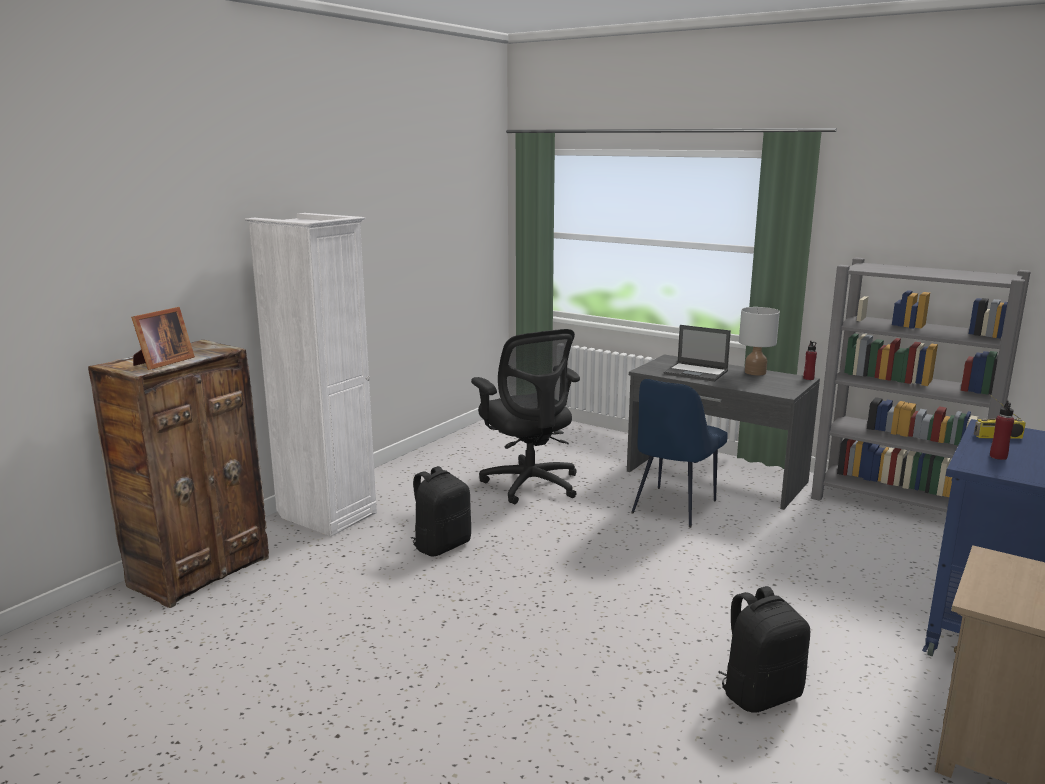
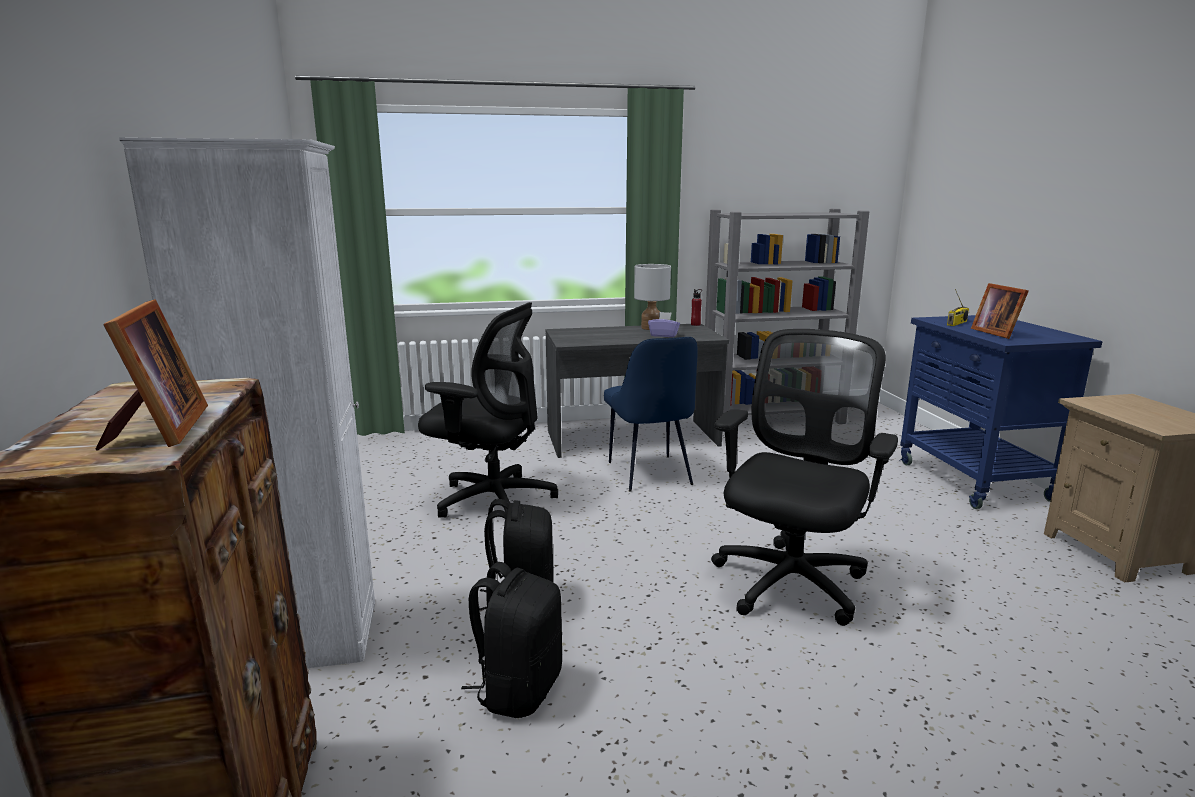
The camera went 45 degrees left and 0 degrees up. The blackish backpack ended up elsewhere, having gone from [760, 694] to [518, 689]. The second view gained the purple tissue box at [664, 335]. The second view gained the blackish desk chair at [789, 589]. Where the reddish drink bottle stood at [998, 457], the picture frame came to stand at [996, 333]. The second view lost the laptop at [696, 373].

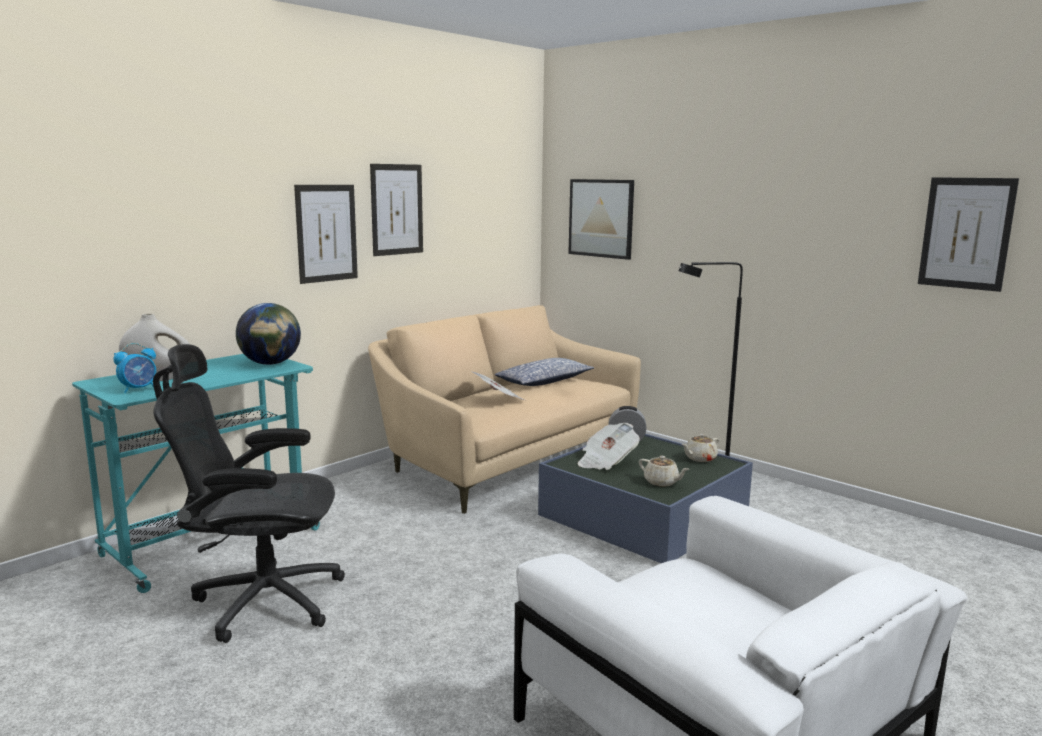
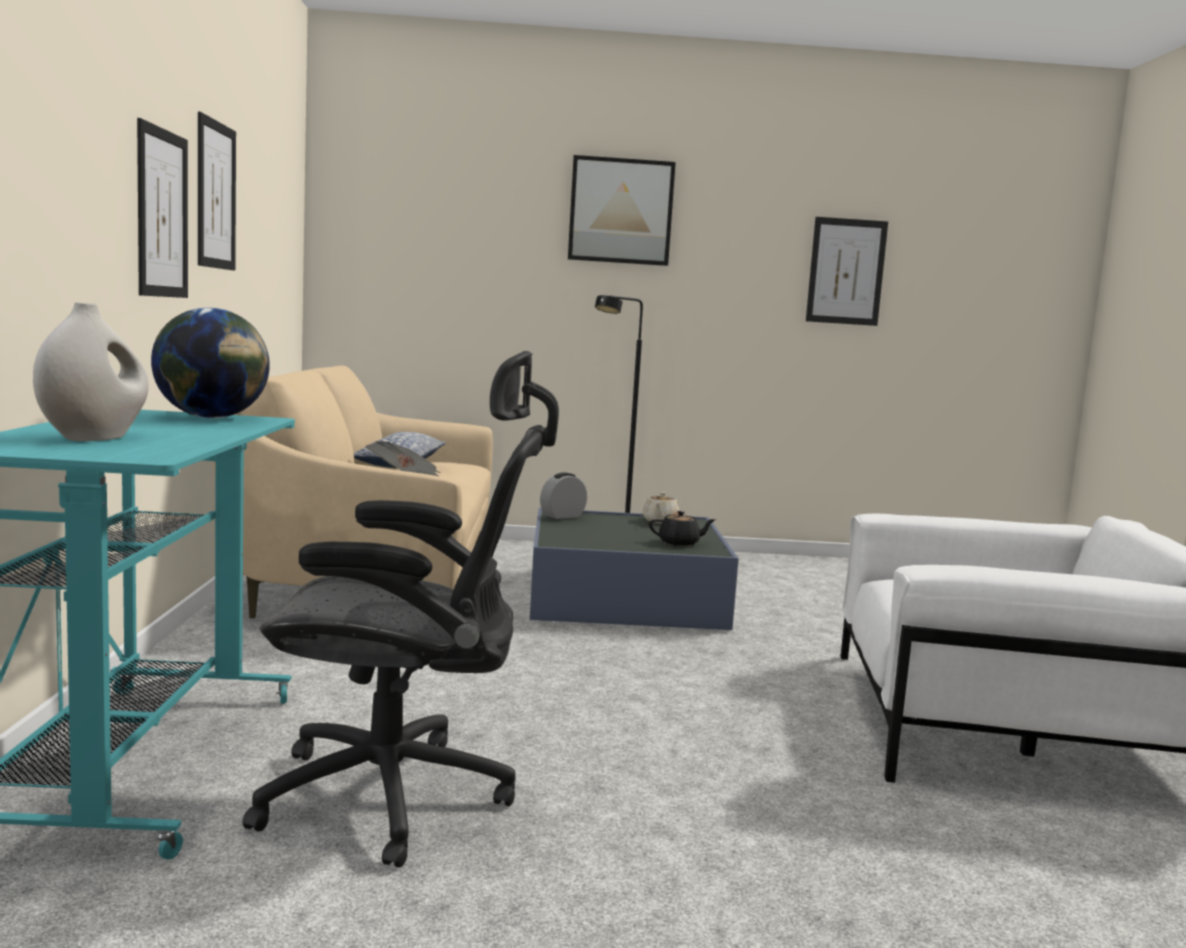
The camera went 45 degrees left and 5 degrees down. The desk chair at [261, 601] ended up facing another way, 135 degrees counterclockwise from before. The wall art ended up elsewhere, having gone from [601, 218] to [621, 211]. What was the beige-coloured tea pot at [662, 482] turned into the blackish tea pot at [680, 543]. The second view lost the table clock at [139, 389]. The second view lost the printed paper at [606, 462].

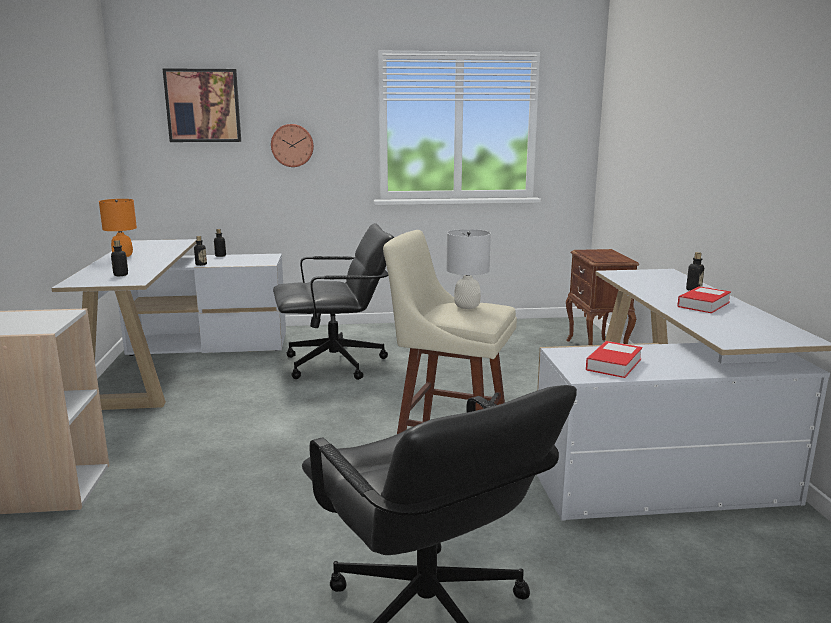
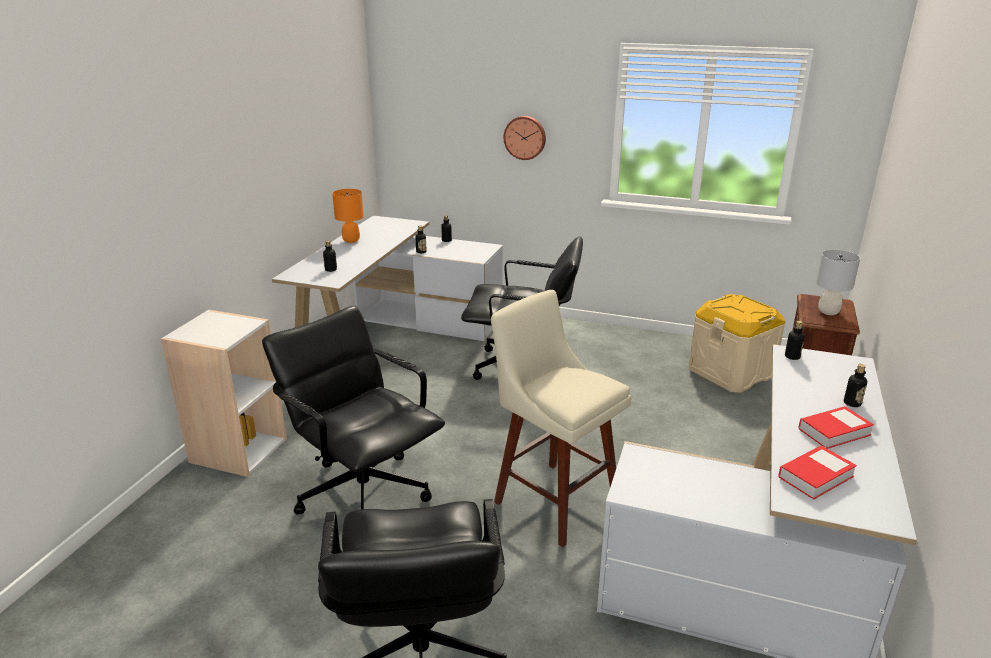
The camera went 25 degrees right and 10 degrees up. The second view gained the blackish desk chair at [364, 492]. The second view gained the beige-coloured storage box at [730, 372]. The bound book ended up elsewhere, having gone from [613, 364] to [815, 477]. The second view gained the drink bottle at [792, 356]. The gray table lamp ended up elsewhere, having gone from [467, 306] to [828, 312]. The second view lost the wall art at [203, 105].

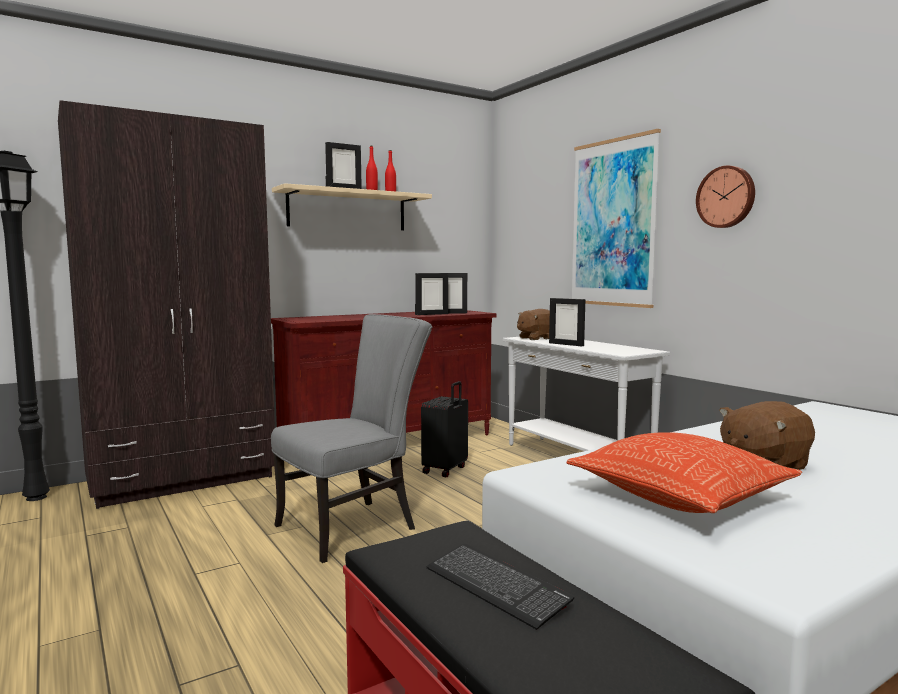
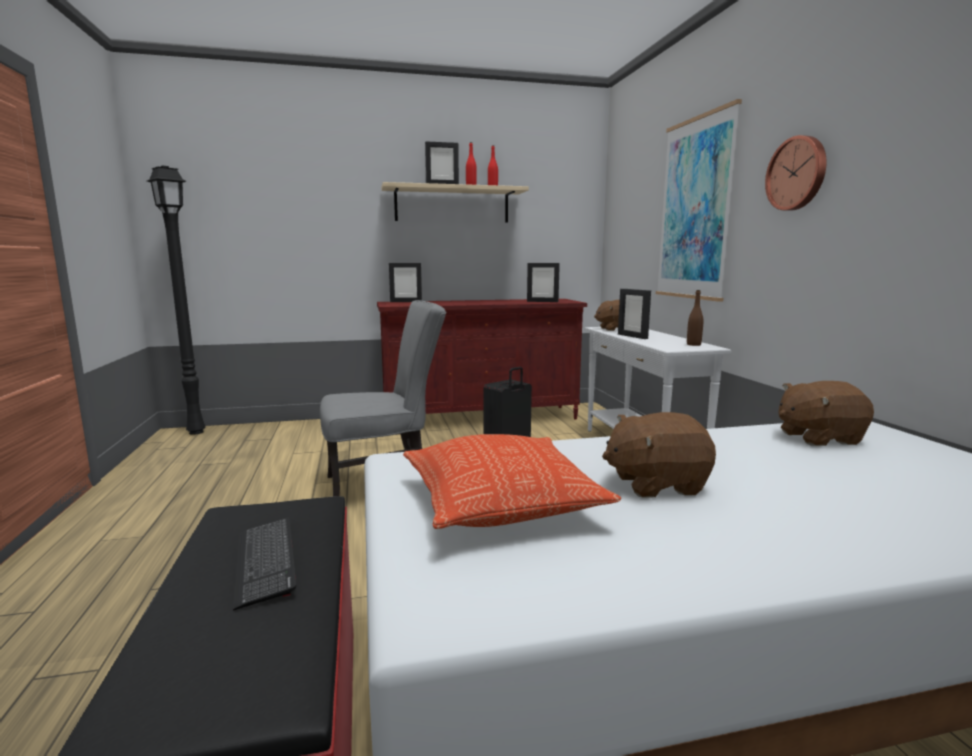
The camera went 20 degrees right and 5 degrees up. The picture frame ended up elsewhere, having gone from [431, 314] to [406, 301]. The second view gained the brown-coloured drink bottle at [693, 344]. The second view gained the brown-coloured plush toy at [818, 438]. The second view lost the brown-coloured clothes cupboard at [183, 480].

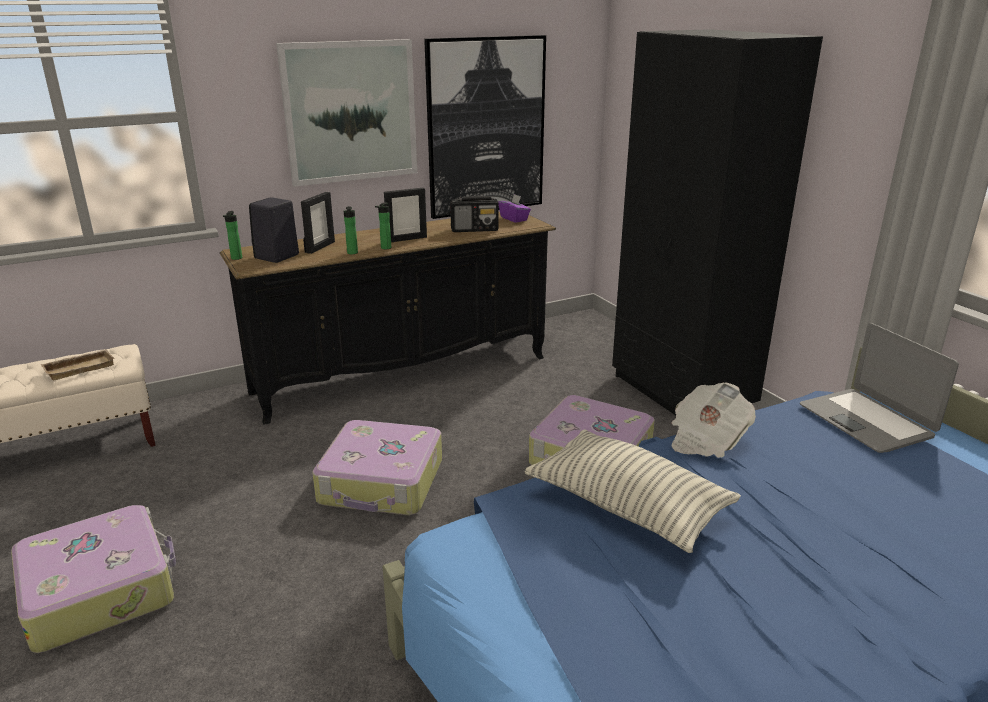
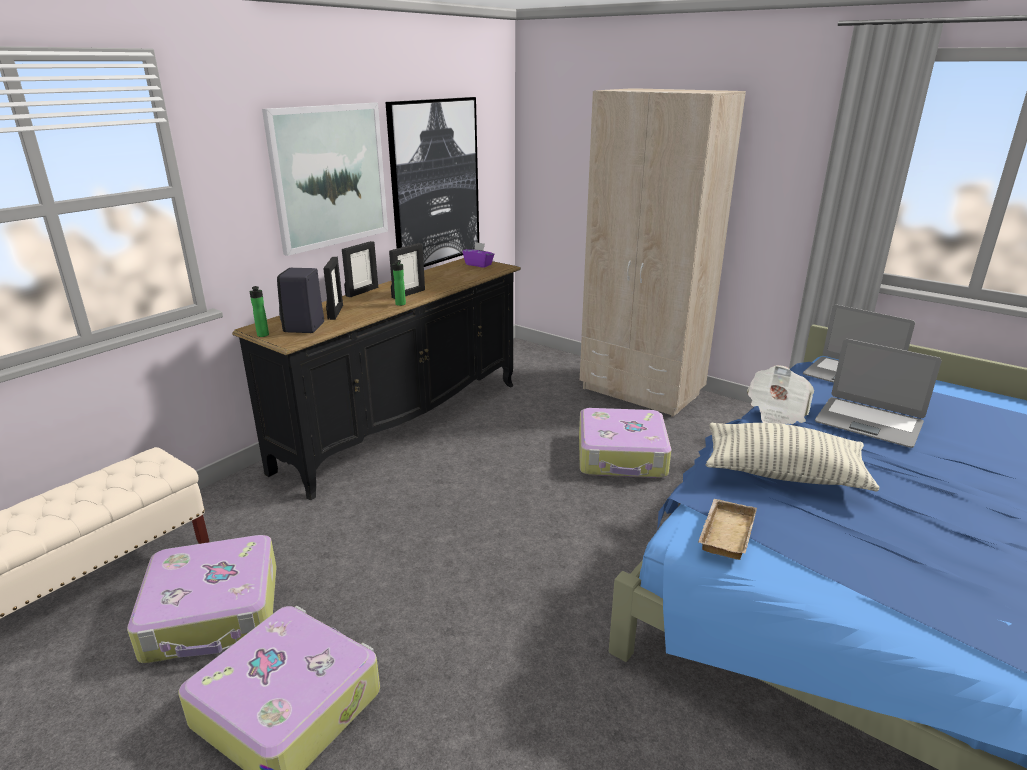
The camera went 25 degrees left and 0 degrees up. The piece of luggage ended up elsewhere, having gone from [382, 483] to [214, 613]. The second view gained the picture frame at [362, 291]. What was the blackish clothes cupboard at [682, 393] turned into the beige-coloured clothes cupboard at [642, 391]. The beige-coloured carrying tray ended up elsewhere, having gone from [80, 368] to [724, 532]. The second view gained the laptop at [868, 422]. The second view lost the drink bottle at [352, 253]. The second view lost the radio at [475, 229].

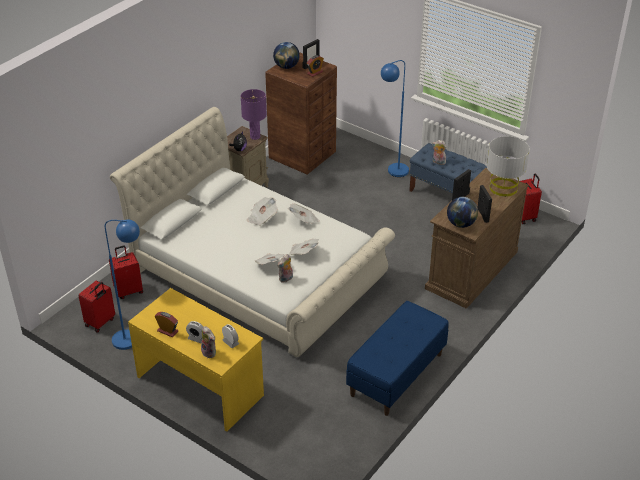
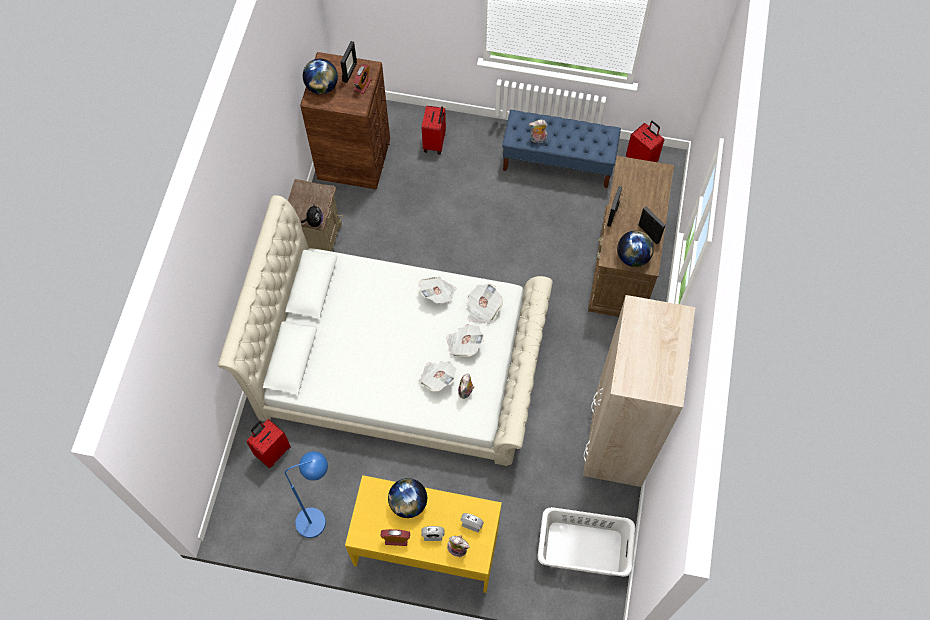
The camera went 25 degrees left and 25 degrees up. The second view gained the world globe at [408, 503]. The reddish piece of luggage ended up elsewhere, having gone from [100, 322] to [435, 143]. The printed paper ended up elsewhere, having gone from [262, 218] to [482, 309]. The second view gained the white hamper at [583, 548]. Where the blue indoor bench stood at [396, 375], the beige-coloured clothes cupboard came to stand at [616, 442]. The second view lost the purple table lamp at [255, 137]. The second view lost the blue floor lamp at [393, 173]. The second view lost the gray table lamp at [503, 188].

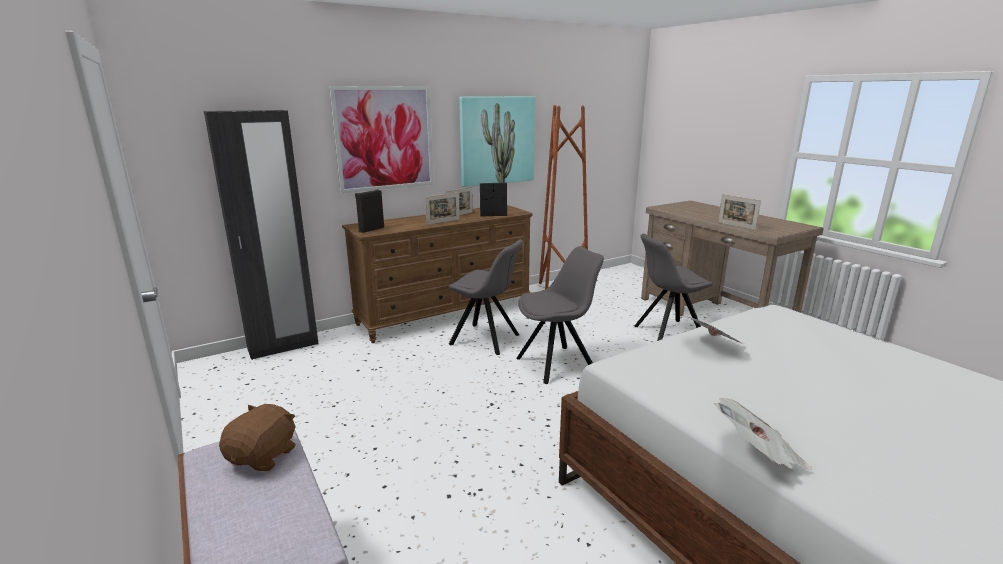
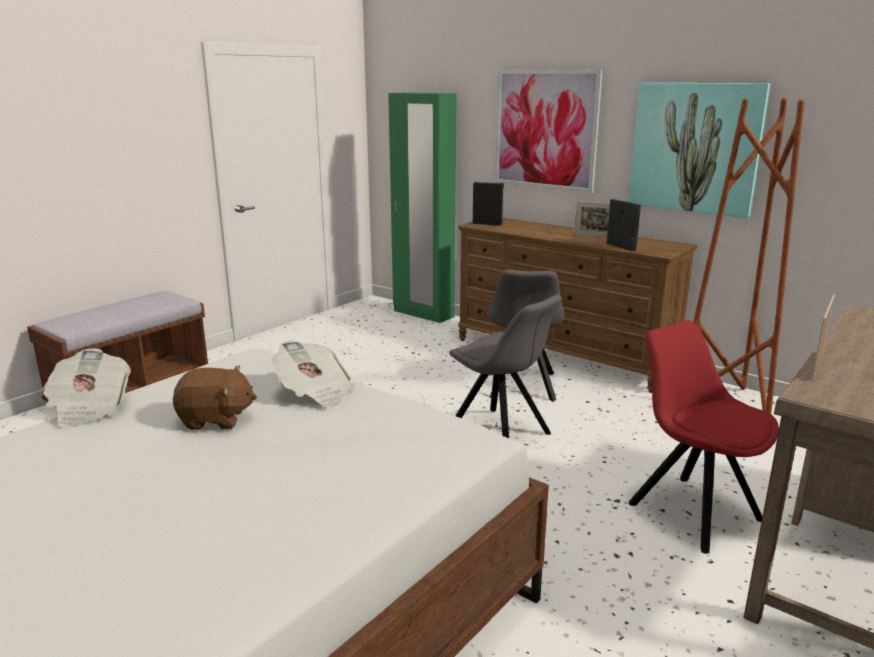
The camera went 70 degrees right and 0 degrees up. The brown-coloured plush toy ended up elsewhere, having gone from [264, 456] to [216, 419]. What was the blackish clothes cupboard at [283, 347] turned into the green clothes cupboard at [423, 314]. What was the gray plain chair at [668, 333] turned into the reddish plain chair at [693, 512]. The second view lost the picture frame at [443, 222].

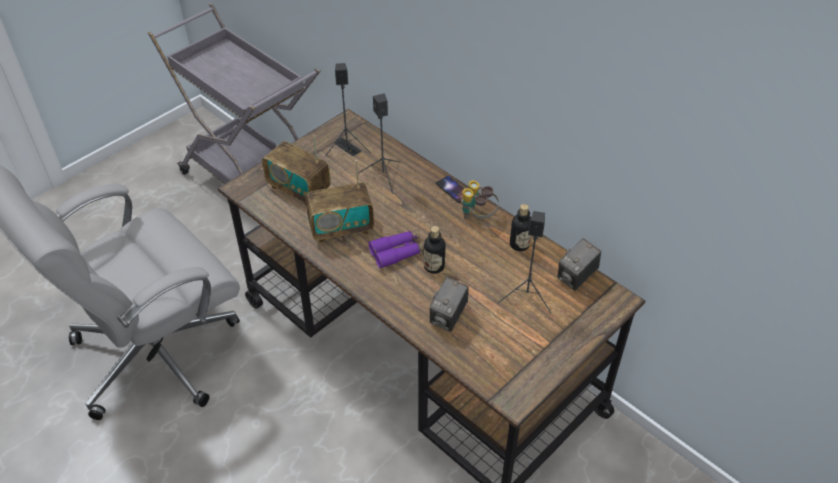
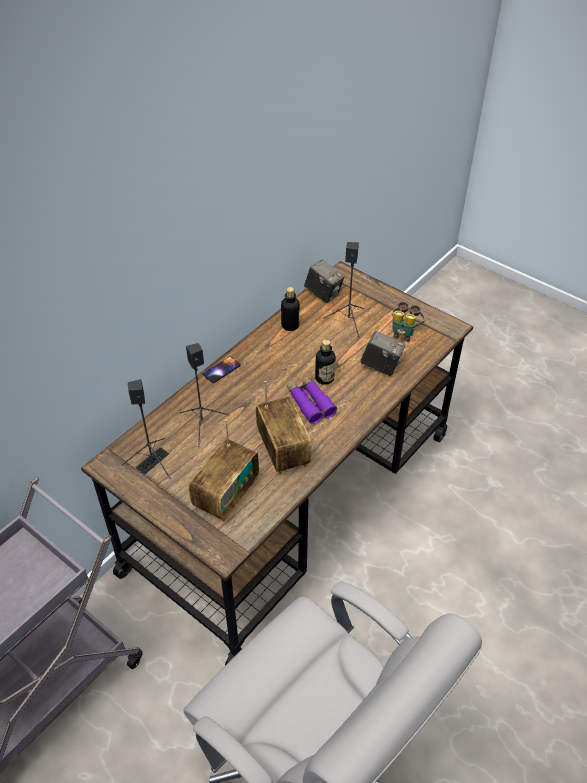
The camera went 95 degrees left and 0 degrees up. The field glasses ended up elsewhere, having gone from [478, 217] to [404, 333].

